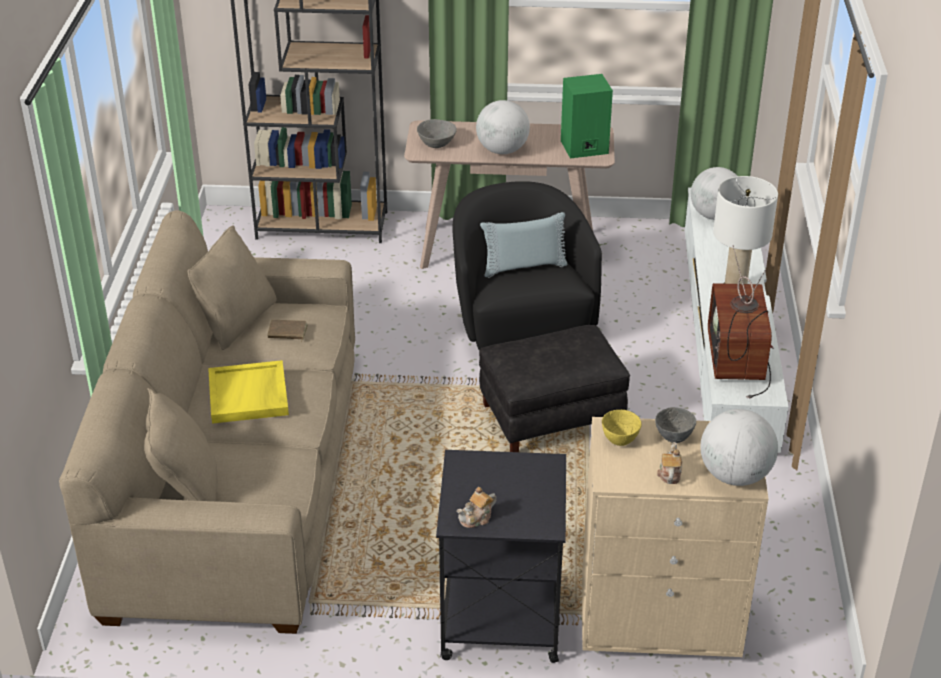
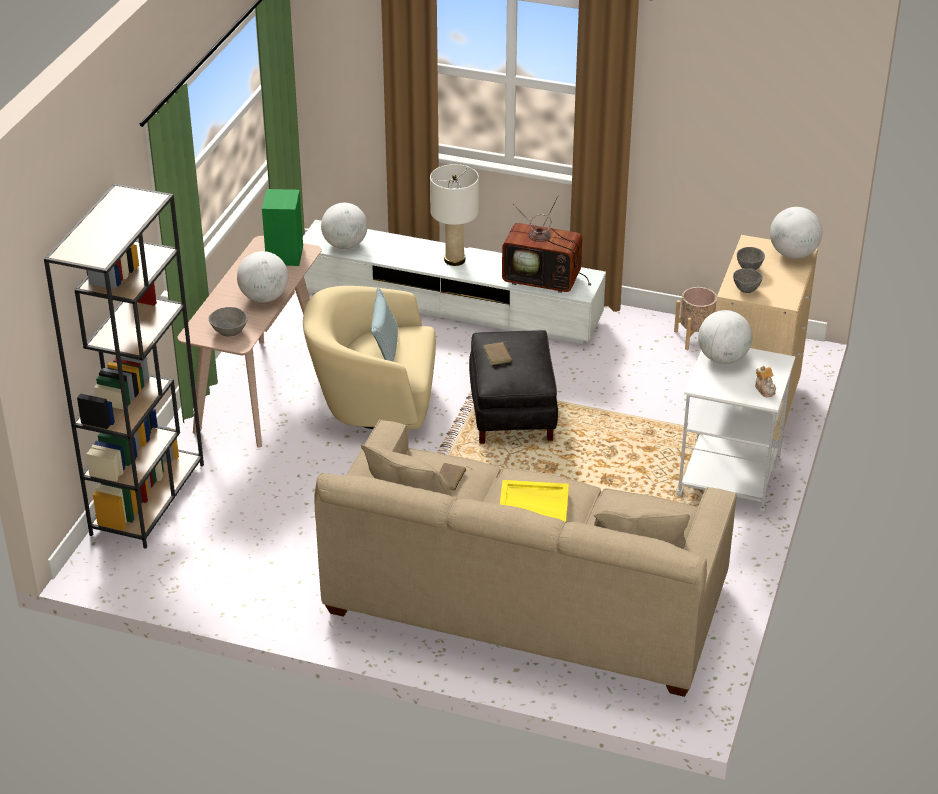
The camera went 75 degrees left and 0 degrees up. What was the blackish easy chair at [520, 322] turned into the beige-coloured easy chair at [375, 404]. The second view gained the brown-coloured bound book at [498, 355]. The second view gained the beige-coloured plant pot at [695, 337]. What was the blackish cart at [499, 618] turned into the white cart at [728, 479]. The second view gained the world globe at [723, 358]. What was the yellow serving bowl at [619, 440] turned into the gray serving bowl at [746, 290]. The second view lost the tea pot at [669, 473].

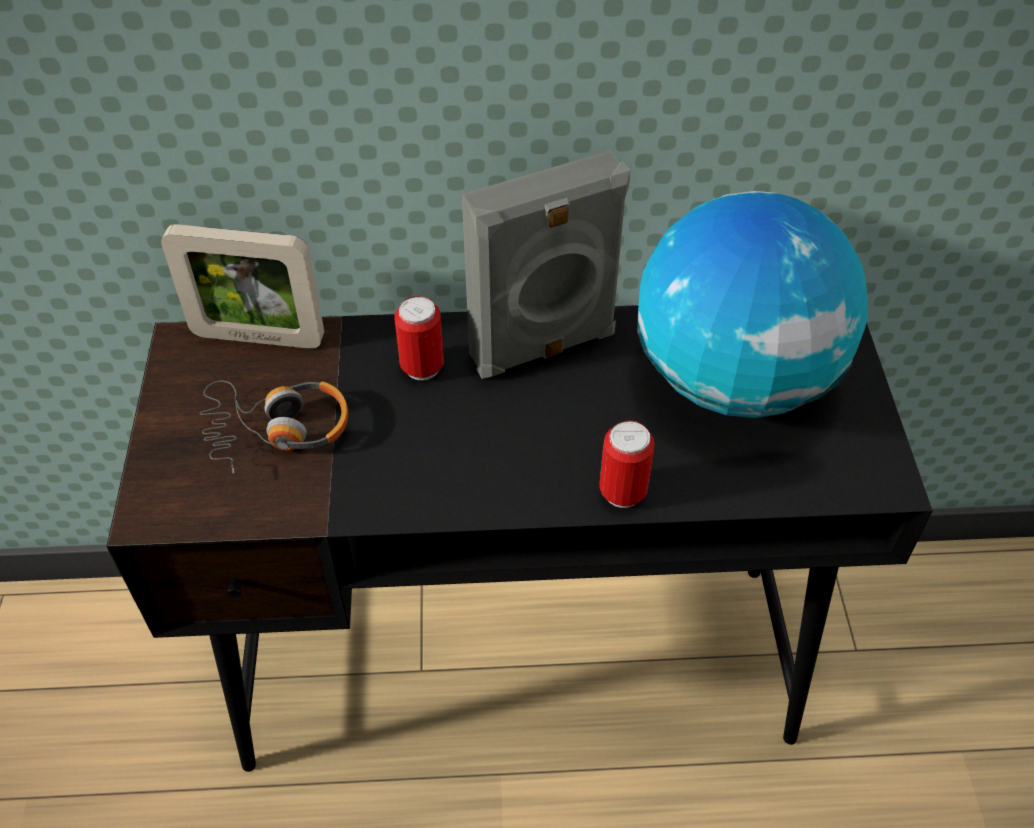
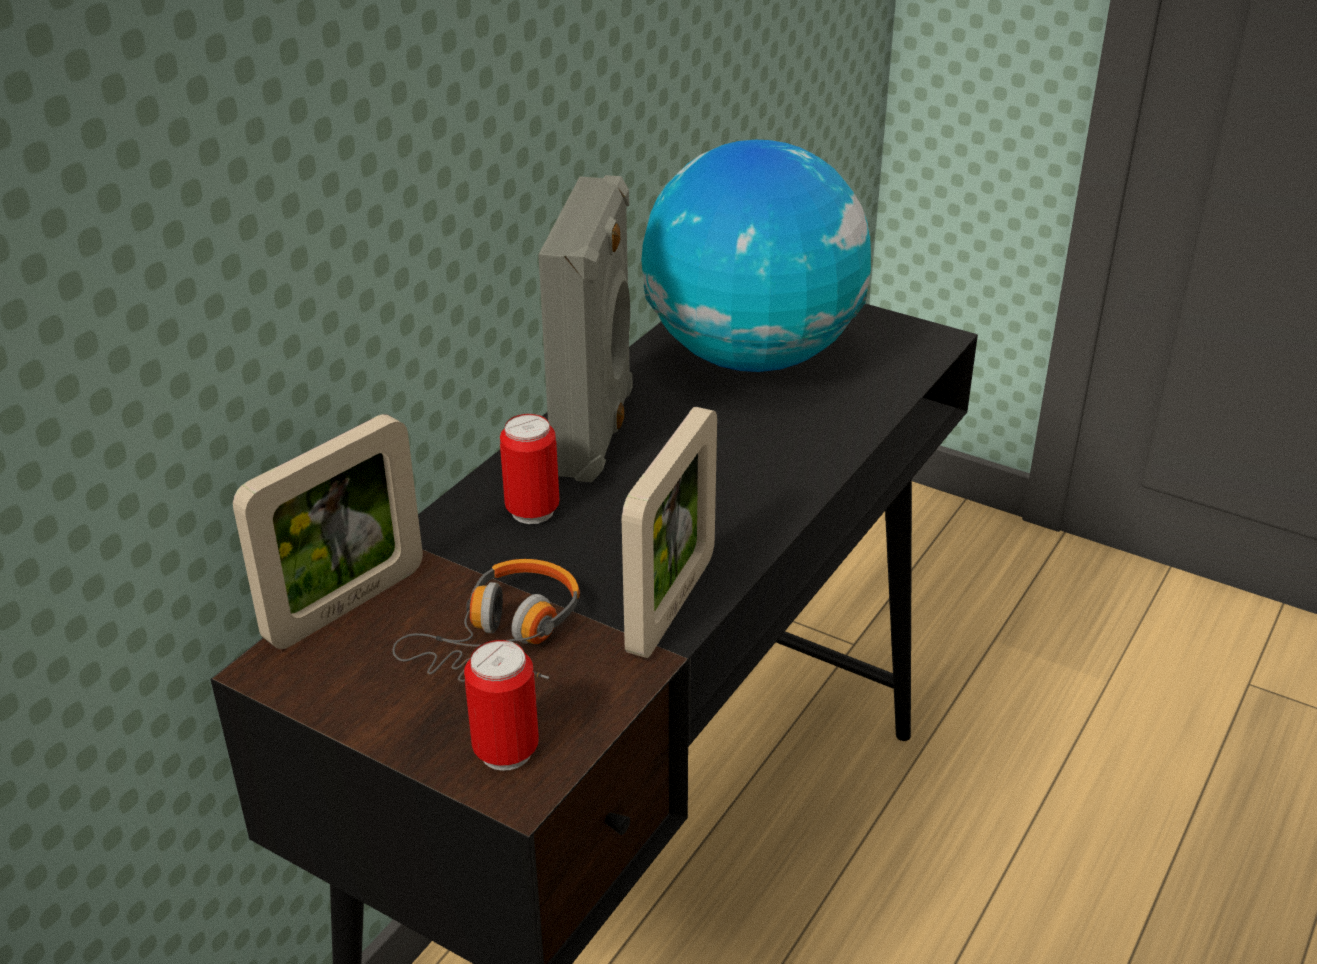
The camera went 55 degrees left and 15 degrees down. The sealed can ended up elsewhere, having gone from [622, 492] to [506, 751]. The second view gained the picture frame at [671, 605].

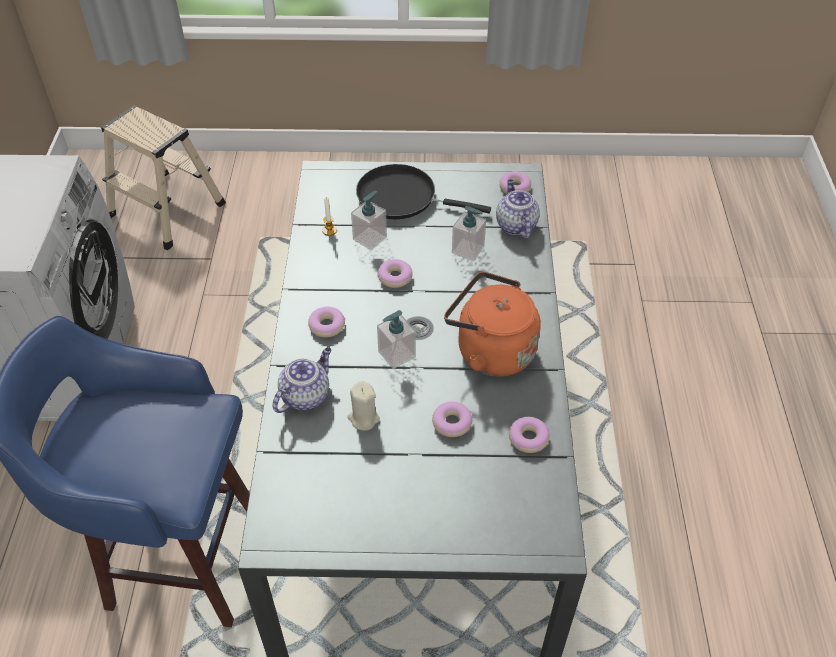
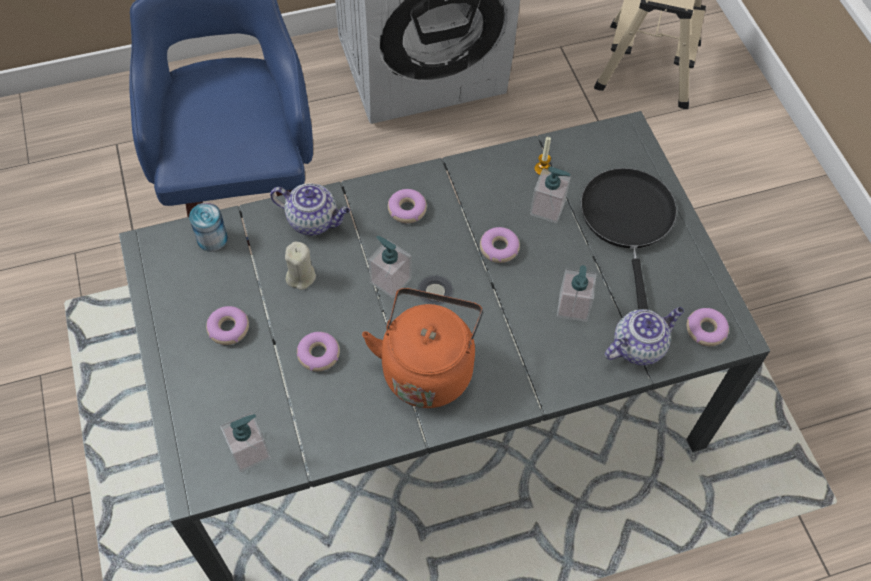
The camera went 70 degrees right and 10 degrees up. The second view gained the sealed can at [212, 238]. The doughnut ended up elsewhere, having gone from [528, 438] to [228, 328]. The second view gained the soap dispenser at [249, 451].

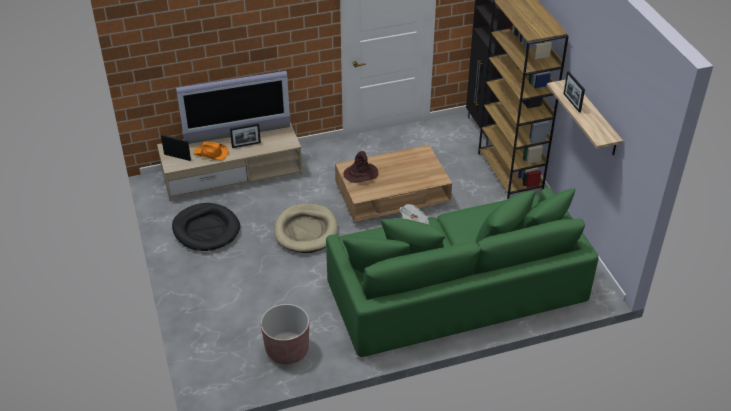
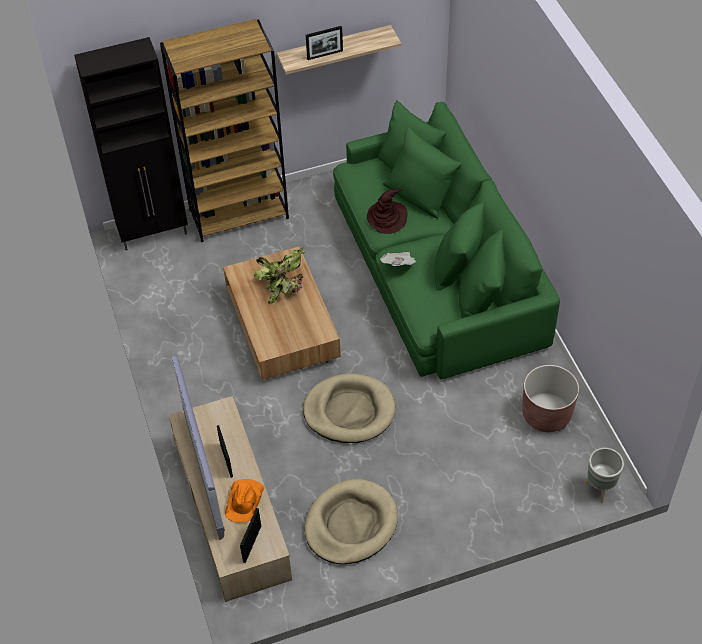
The camera went 90 degrees left and 10 degrees up. The second view gained the plant in a pot at [283, 286]. What was the blackish dog cushion at [206, 229] turned into the beige-coloured dog cushion at [350, 524]. The brown-coloured clothing hat ended up elsewhere, having gone from [361, 174] to [387, 218]. The second view gained the gray plant pot at [599, 488].

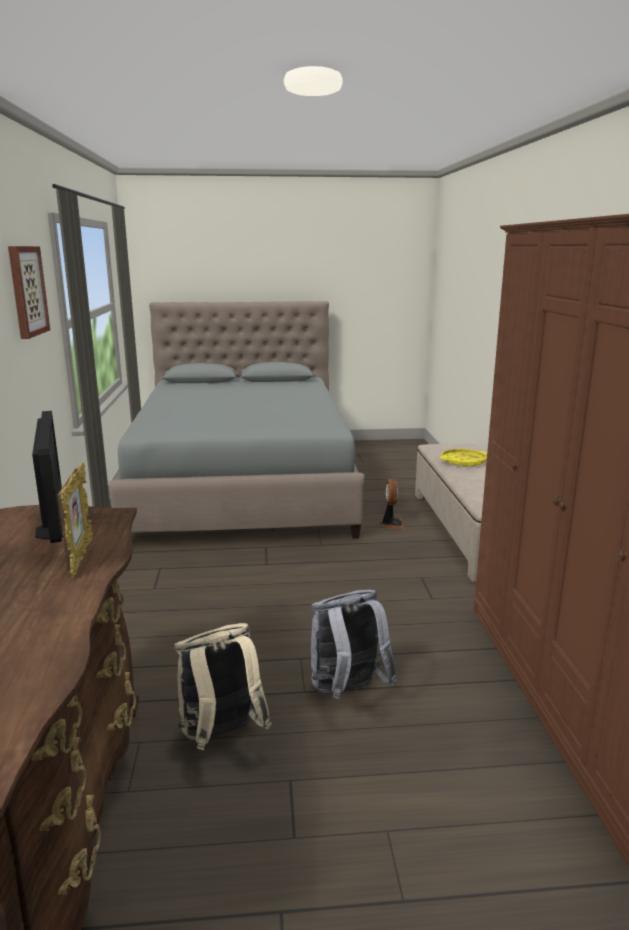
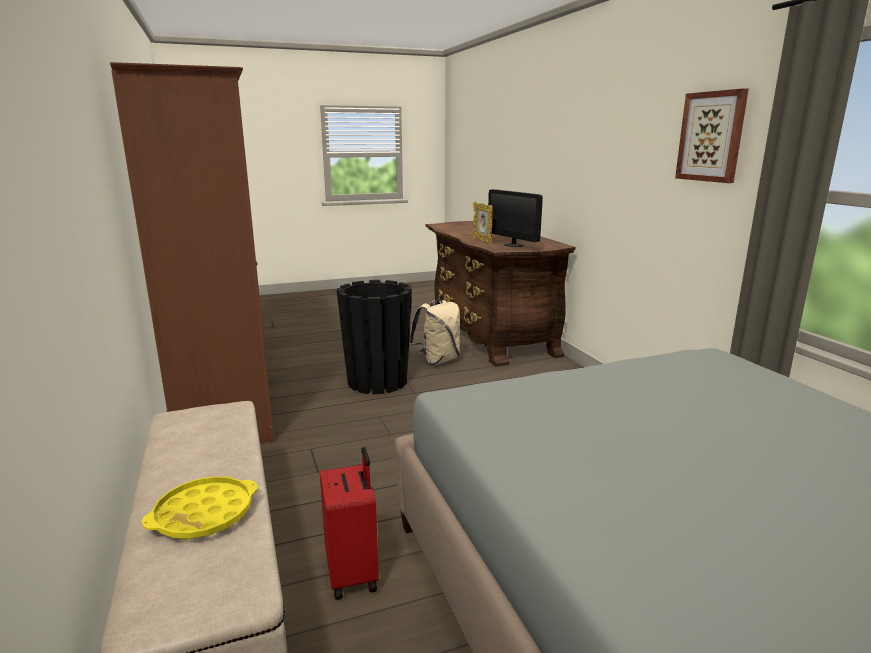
The camera went 165 degrees right and 0 degrees up. Where the fan stood at [391, 524], the reddish piece of luggage came to stand at [353, 574]. Where the gray backpack stood at [347, 692], the blackish plant pot came to stand at [377, 381].

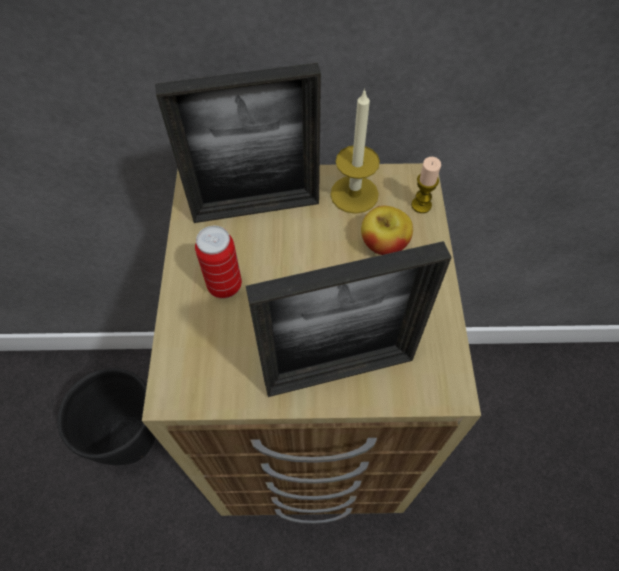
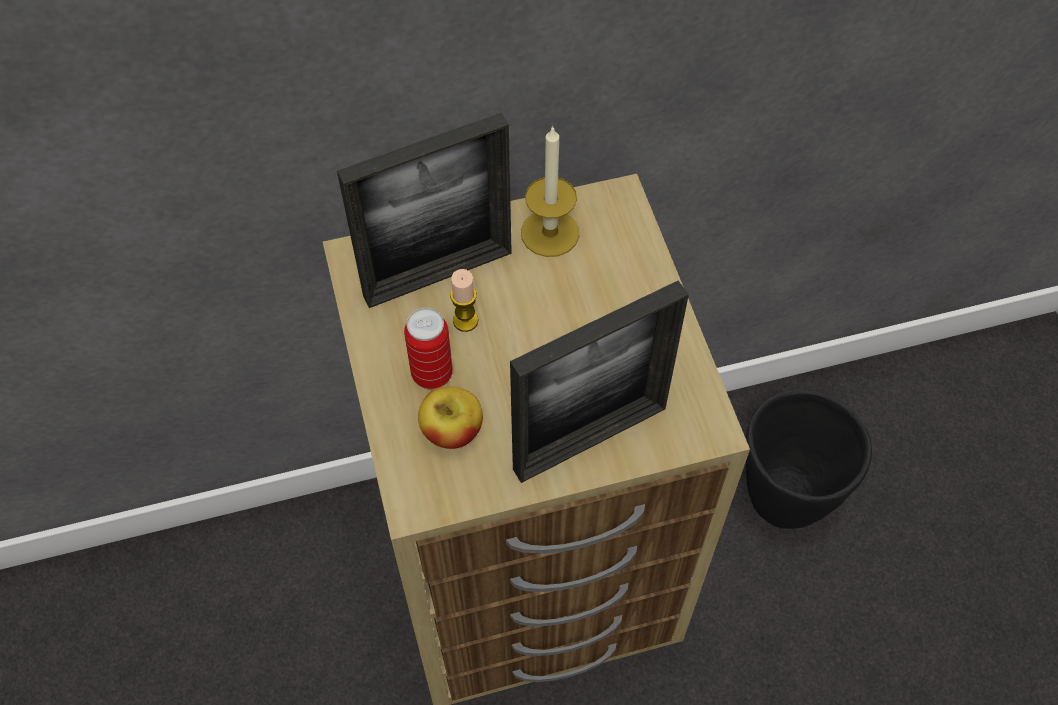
The camera went 15 degrees left and 0 degrees up. The apple fruit ended up elsewhere, having gone from [384, 244] to [452, 431]. The candle ended up elsewhere, having gone from [421, 205] to [465, 321]. The blackish plant pot ended up elsewhere, having gone from [132, 438] to [785, 497].

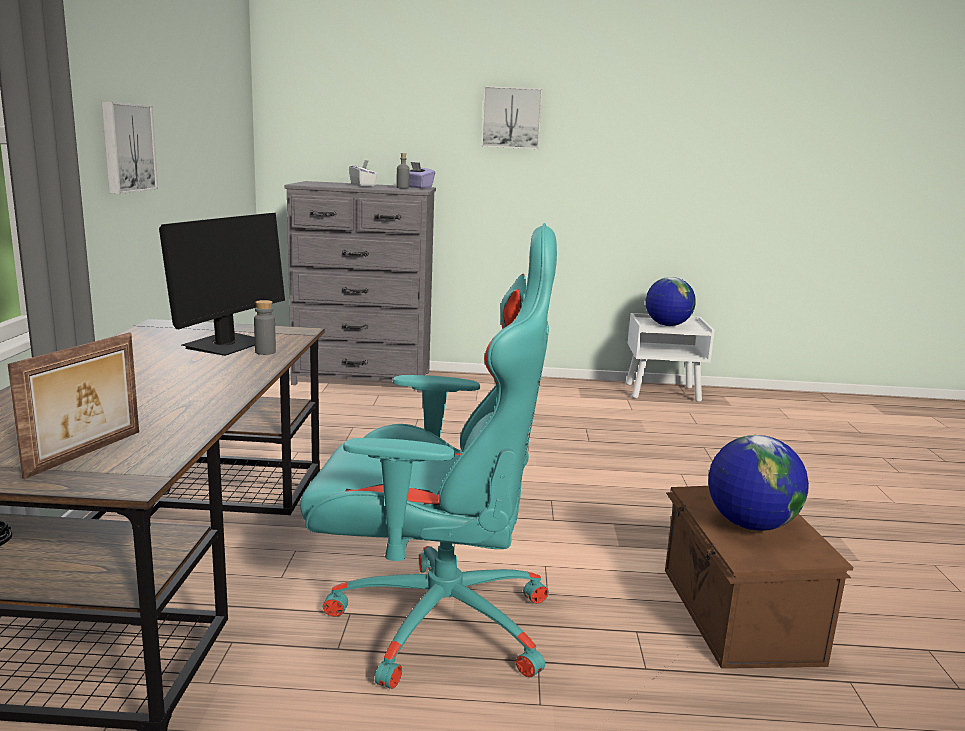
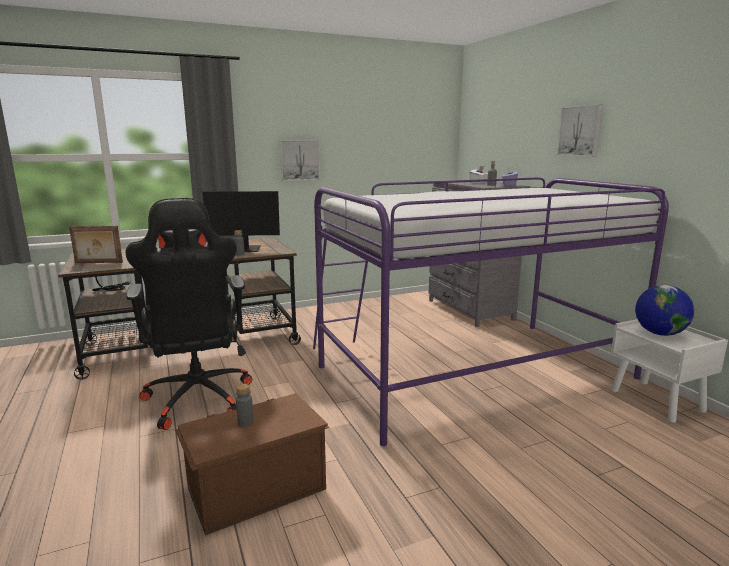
The camera went 65 degrees right and 0 degrees up. What was the blue-green desk chair at [425, 622] turned into the blackish desk chair at [198, 394]. Where the world globe stood at [750, 525], the gray drink bottle came to stand at [245, 422]. The second view gained the purple bedroom bed at [470, 372].

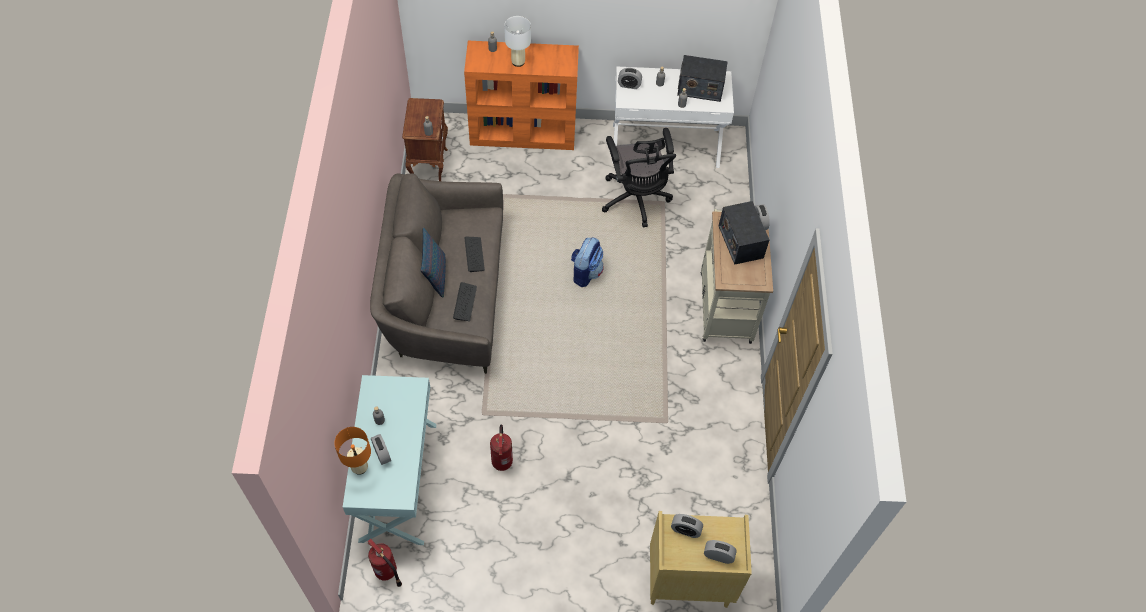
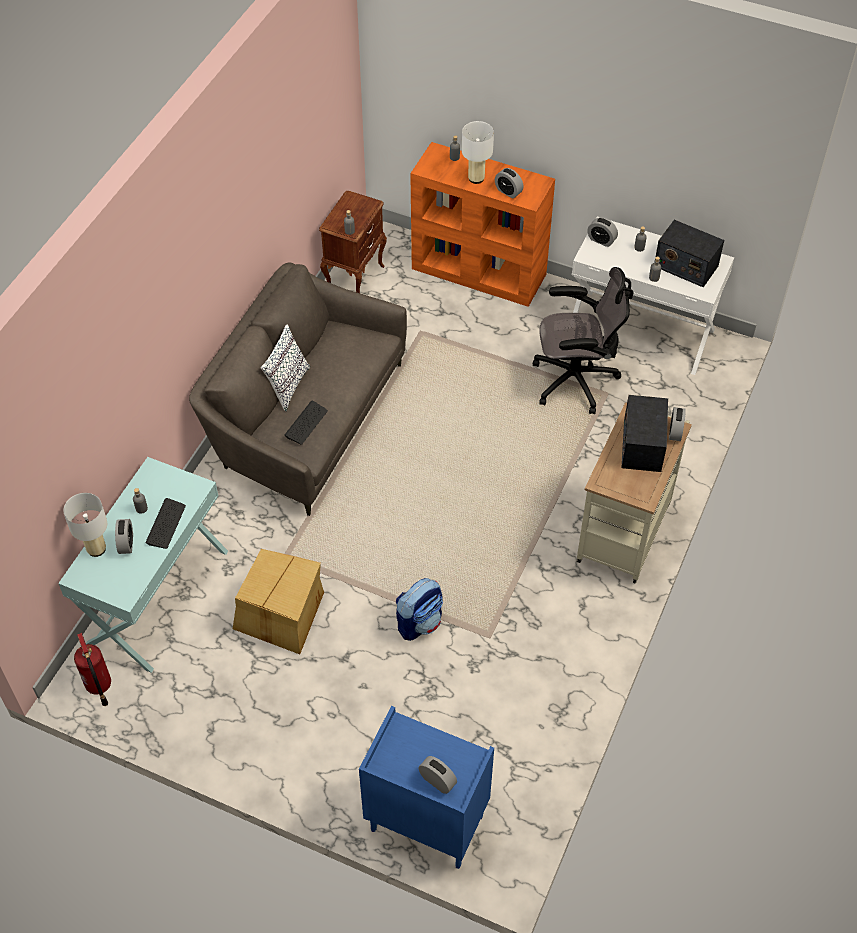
The camera went 25 degrees right and 5 degrees down. What was the orangey table lamp at [360, 467] turned into the white table lamp at [97, 549]. The keyboard ended up elsewhere, having gone from [474, 254] to [166, 524]. Where the fire extinguisher stood at [502, 460], the packing box came to stand at [280, 614]. What was the blue throw pillow at [435, 276] turned into the white throw pillow at [289, 386]. What was the beige-coloured storage cabinet at [688, 582] turned into the blue storage cabinet at [426, 822]. The backpack ended up elsewhere, having gone from [585, 272] to [419, 622]. The table clock ended up elsewhere, having gone from [685, 530] to [508, 191]. The desk chair at [635, 199] ended up facing another way, 105 degrees counterclockwise from before.

